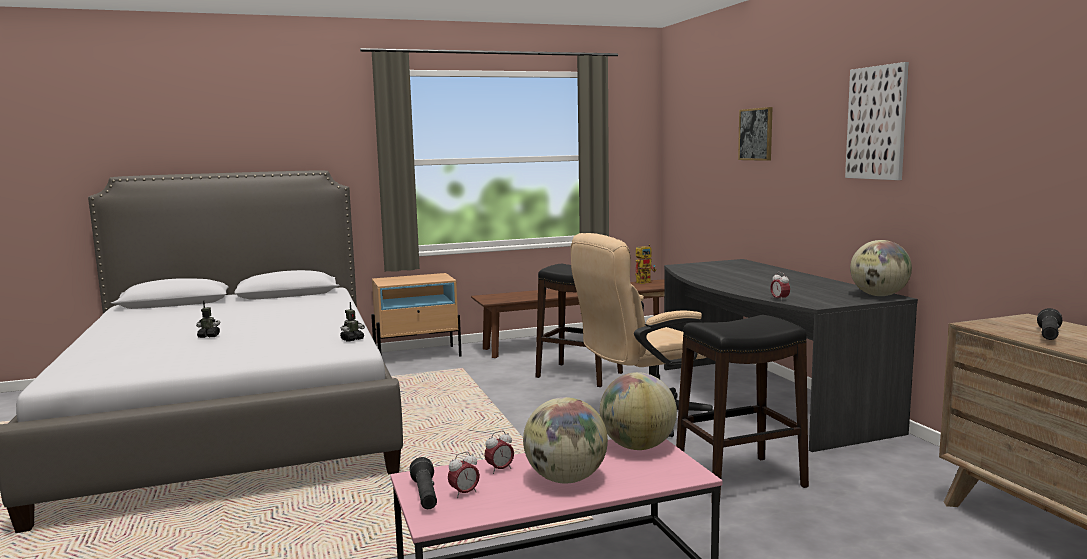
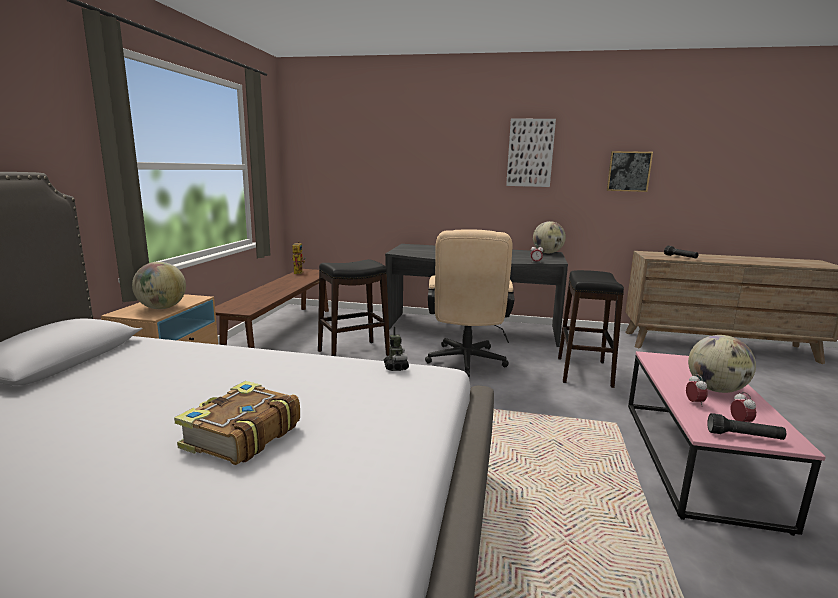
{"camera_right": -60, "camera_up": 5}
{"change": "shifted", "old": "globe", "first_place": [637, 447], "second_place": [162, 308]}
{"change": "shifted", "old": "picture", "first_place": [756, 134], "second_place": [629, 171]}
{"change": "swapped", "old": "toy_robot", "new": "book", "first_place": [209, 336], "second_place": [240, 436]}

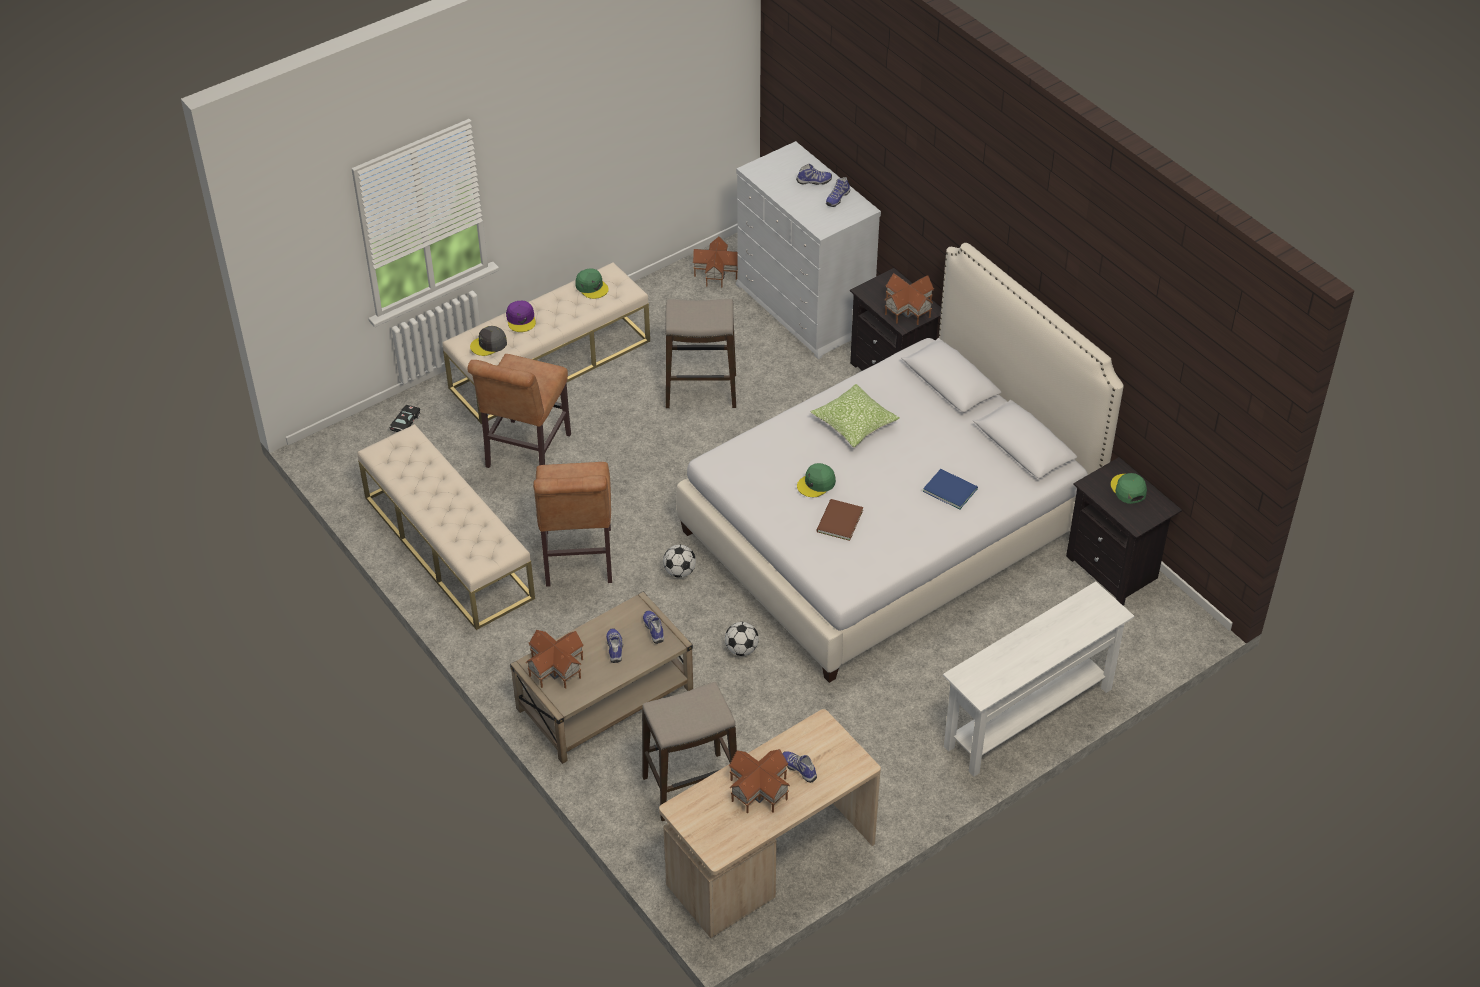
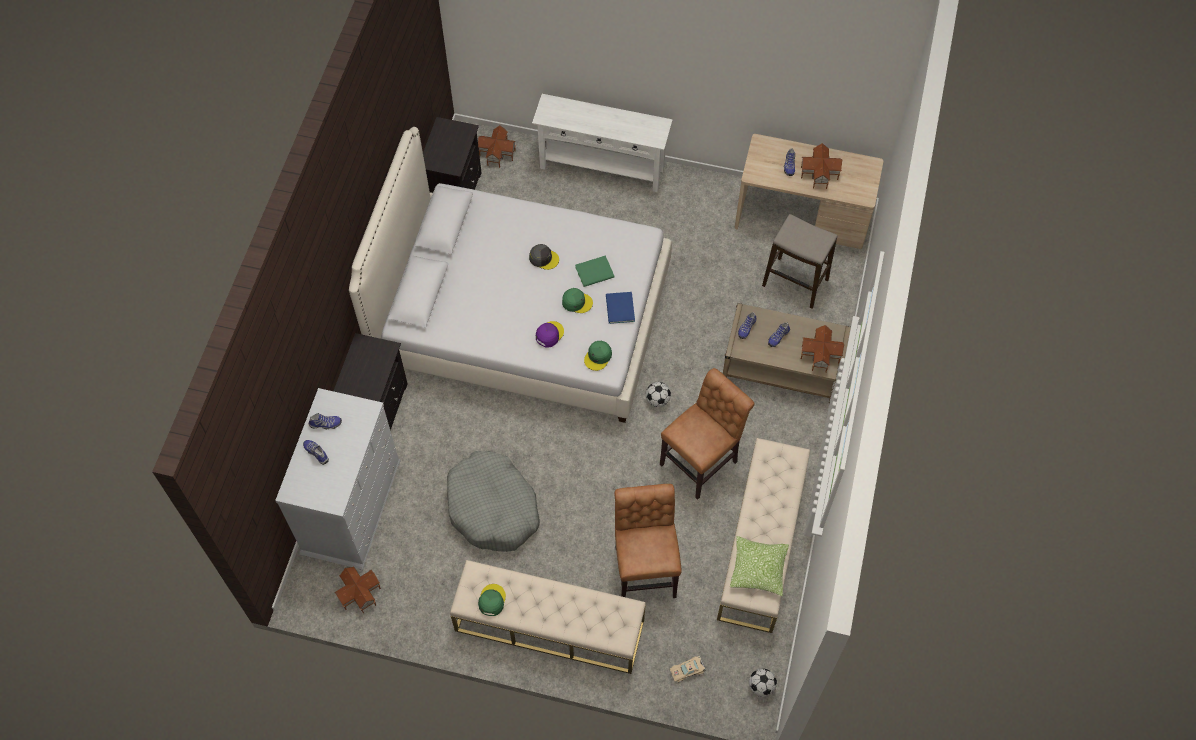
{"camera_right": -130, "camera_up": 15}
{"change": "shifted", "old": "grey_cap", "first_place": [489, 344], "second_place": [543, 258]}
{"change": "shifted", "old": "purple_cap", "first_place": [521, 319], "second_place": [549, 334]}
{"change": "shifted", "old": "football", "first_place": [741, 649], "second_place": [761, 686]}
{"change": "shifted", "old": "pillow", "first_place": [854, 423], "second_place": [758, 569]}
{"change": "shifted", "old": "toy_house", "first_place": [908, 309], "second_place": [498, 152]}
{"change": "shifted", "old": "blue_book", "first_place": [949, 489], "second_place": [619, 309]}
{"change": "shifted", "old": "green_cap", "first_place": [1128, 489], "second_place": [598, 357]}
{"change": "swapped", "old": "stool", "new": "grey_dog_bed", "first_place": [700, 391], "second_place": [493, 508]}
{"change": "repainted", "old": "black_toy_car", "new": "beige_toy_car", "first_place": [405, 424], "second_place": [688, 670]}
{"change": "repainted", "old": "brown_book", "new": "green_book", "first_place": [838, 521], "second_place": [596, 272]}
{"change": "rotated", "old": "brown_chair", "first_place": [525, 454], "second_place": [644, 567], "degrees": -75}

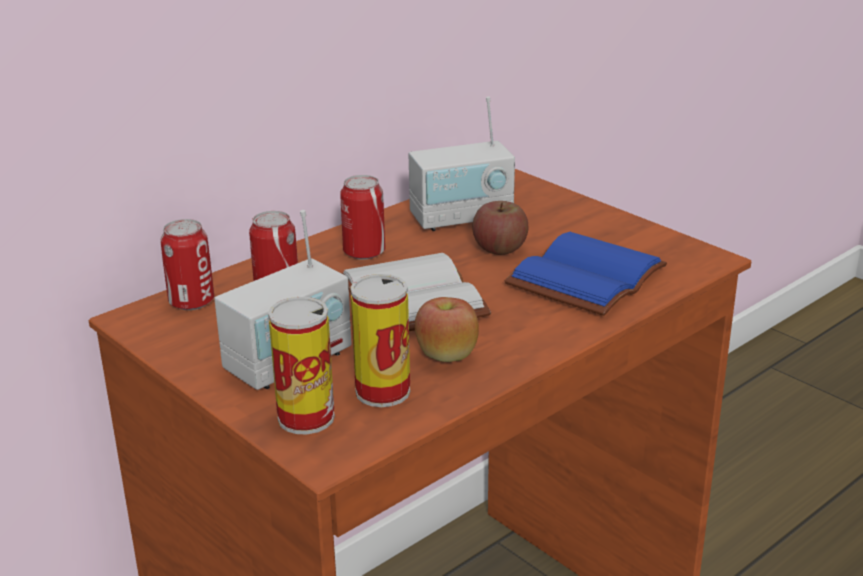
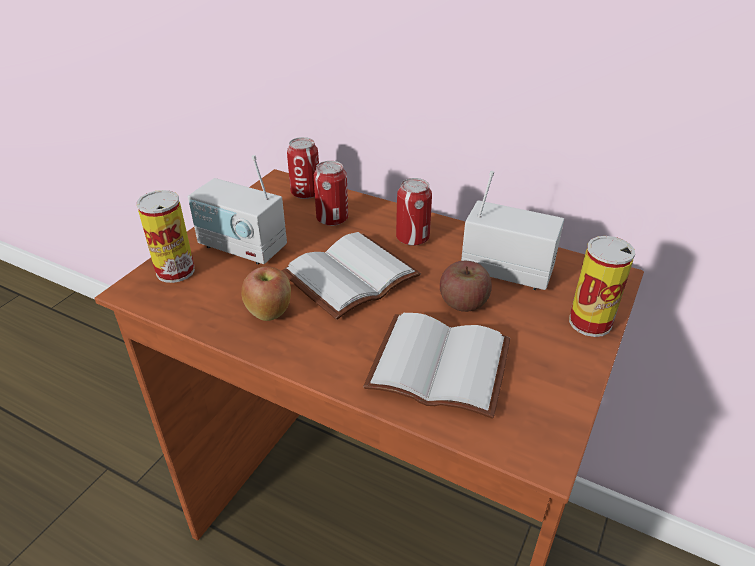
{"camera_right": 70, "camera_up": 10}
{"change": "shifted", "old": "can", "first_place": [382, 391], "second_place": [590, 322]}
{"change": "repainted", "old": "blue_book", "new": "white_book", "first_place": [584, 276], "second_place": [442, 364]}
{"change": "rotated", "old": "radio", "first_place": [462, 218], "second_place": [506, 270], "degrees": 150}

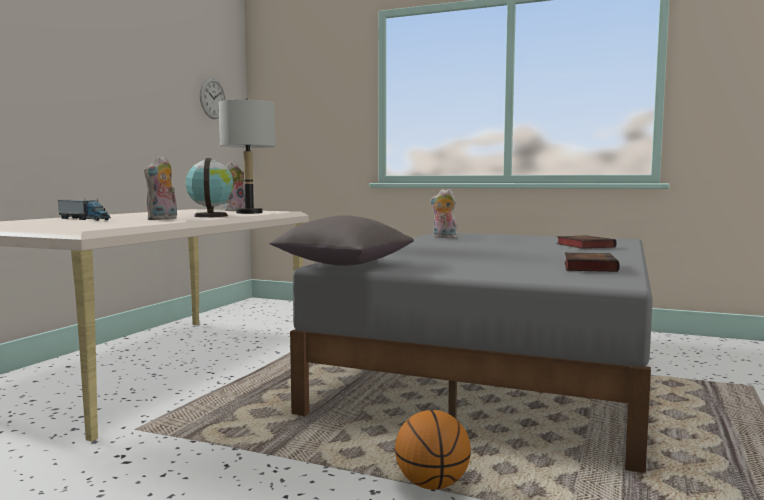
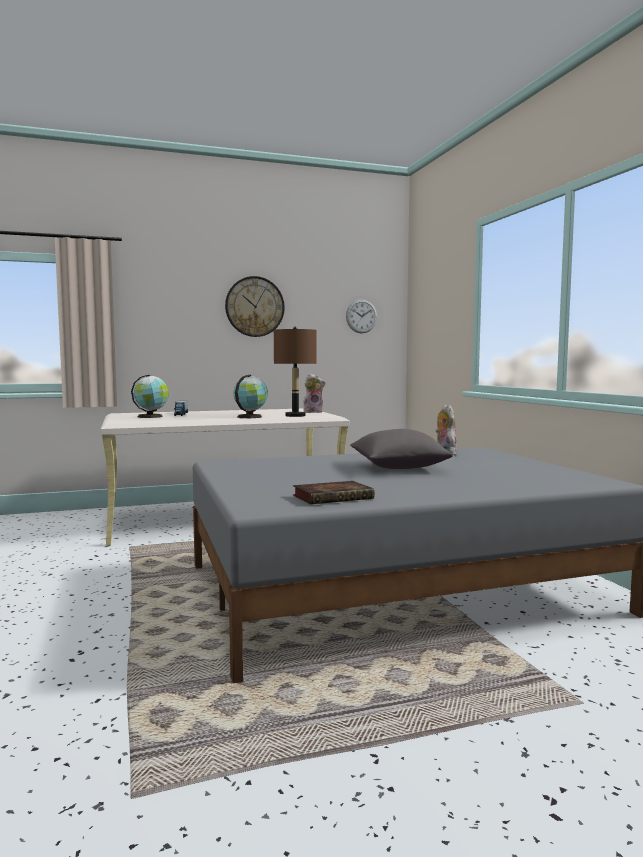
{"camera_right": 50, "camera_up": 0}
{"change": "gone", "old": "plush_toy", "first_place": [163, 219]}
{"change": "gone", "old": "basketball", "first_place": [432, 485]}
{"change": "gone", "old": "book", "first_place": [583, 246]}
{"change": "new", "new": "globe", "second_place": [151, 416]}
{"change": "new", "new": "wall_clock", "second_place": [254, 306]}
{"change": "shifted", "old": "grey_pillow", "first_place": [343, 264], "second_place": [398, 467]}
{"change": "repainted", "old": "grey_table_lamp", "new": "brown_table_lamp", "first_place": [249, 213], "second_place": [295, 416]}

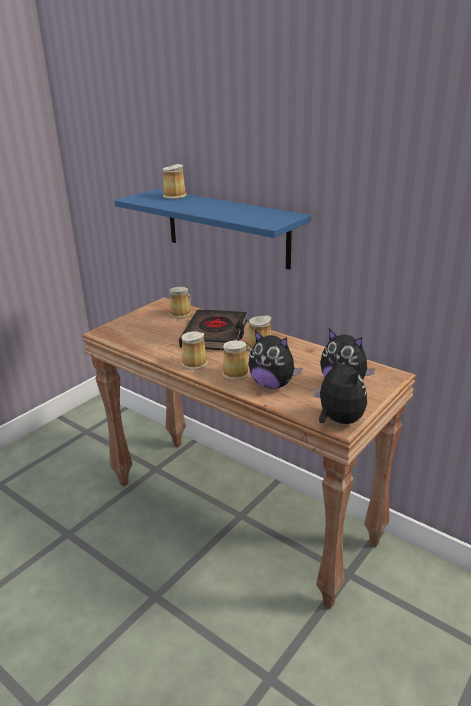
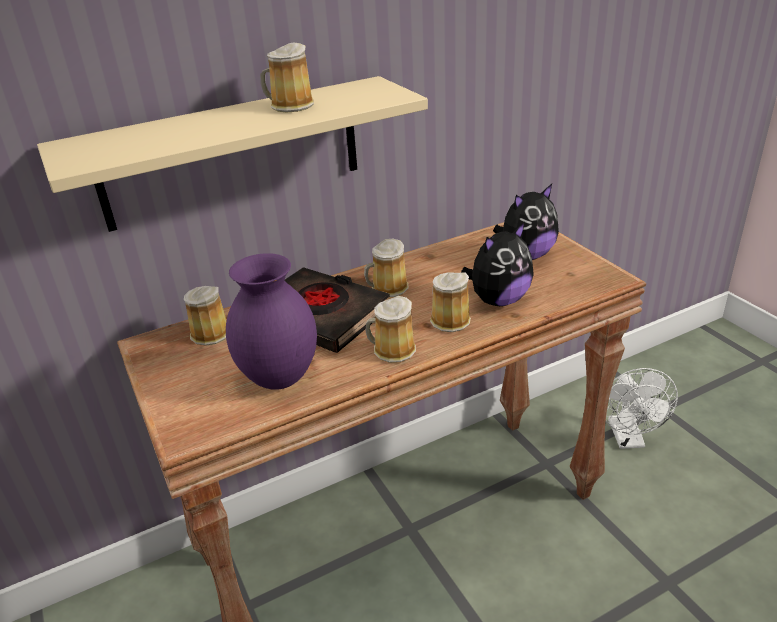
{"camera_right": -65, "camera_up": 5}
{"change": "gone", "old": "plush_toy", "first_place": [338, 420]}
{"change": "new", "new": "purple_vase", "second_place": [281, 377]}
{"change": "new", "new": "white_fan", "second_place": [628, 439]}
{"change": "shifted", "old": "mug", "first_place": [174, 196], "second_place": [289, 106]}
{"change": "repainted", "old": "blue_shelf", "new": "beige_shelf", "first_place": [226, 228], "second_place": [232, 153]}

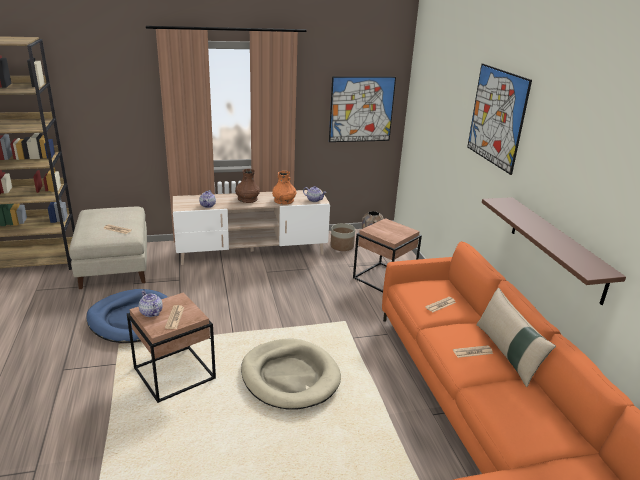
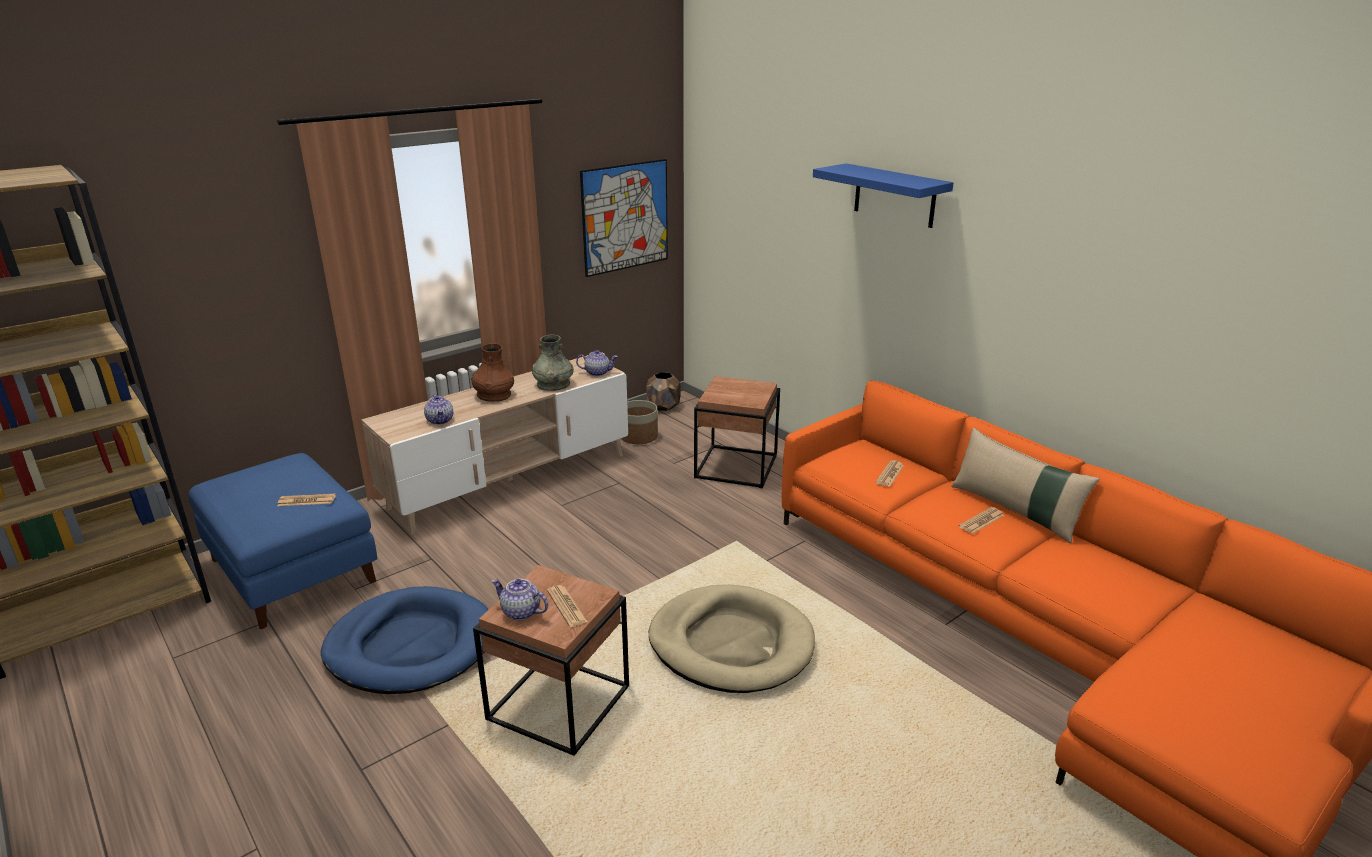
{"camera_right": -25, "camera_up": 0}
{"change": "gone", "old": "brown_shelf", "first_place": [556, 248]}
{"change": "swapped", "old": "picture", "new": "blue_shelf", "first_place": [497, 117], "second_place": [894, 195]}
{"change": "repainted", "old": "beige_ottoman", "new": "blue_ottoman", "first_place": [115, 267], "second_place": [294, 572]}
{"change": "repainted", "old": "orange_vase", "new": "grey_vase", "first_place": [284, 200], "second_place": [553, 384]}

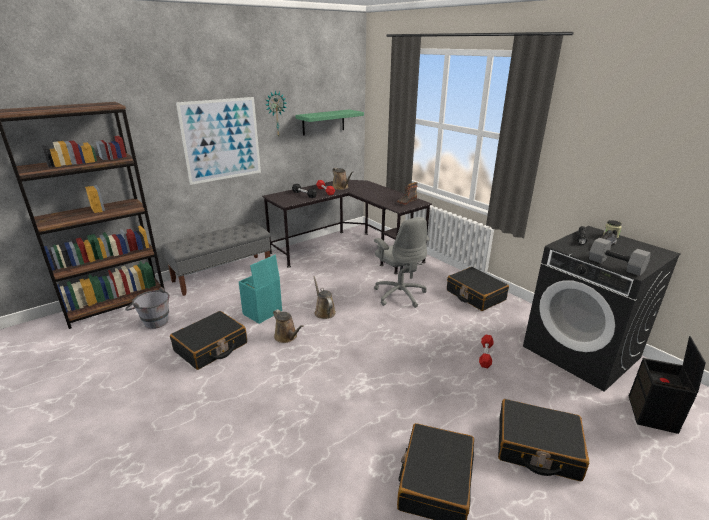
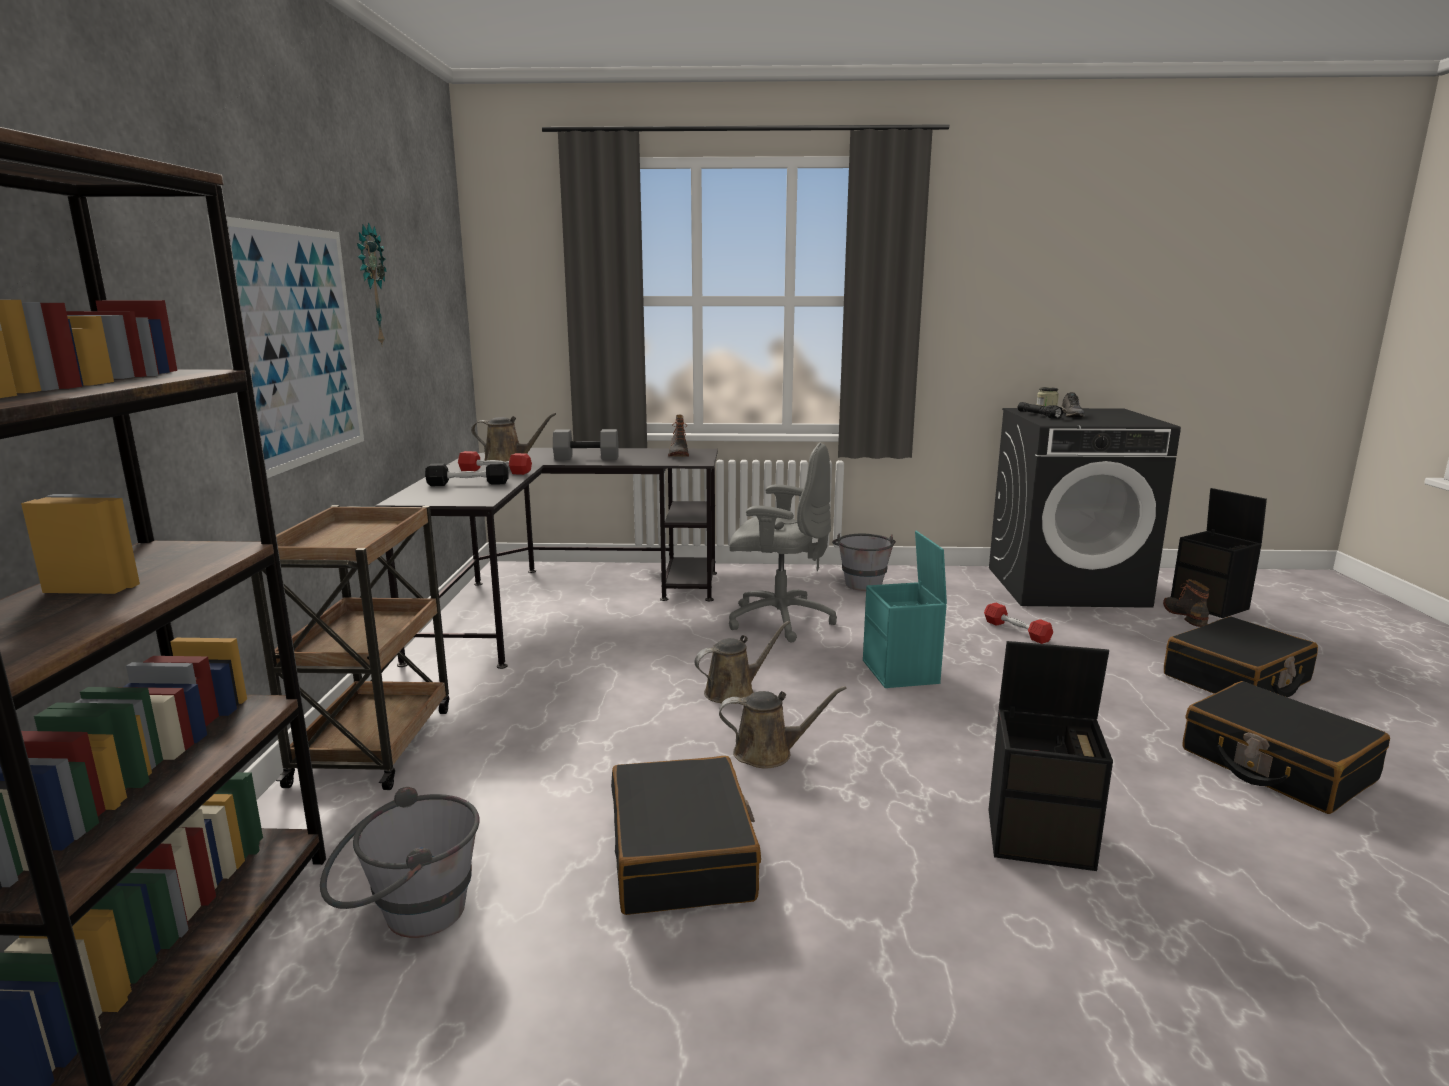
{"camera_right": -50, "camera_up": -10}
{"change": "gone", "old": "green_shelf", "first_place": [323, 122]}
{"change": "new", "new": "black_storage_box", "second_place": [1042, 838]}
{"change": "new", "new": "boot", "second_place": [1185, 615]}
{"change": "shifted", "old": "turquoise_storage_box", "first_place": [262, 313], "second_place": [902, 672]}
{"change": "shifted", "old": "grey_dumbbell", "first_place": [614, 265], "second_place": [586, 458]}
{"change": "swapped", "old": "grey_bench", "new": "brown_cart", "first_place": [223, 274], "second_place": [374, 743]}
{"change": "swapped", "old": "black_suitcase", "new": "grey_bucket", "first_place": [475, 295], "second_place": [862, 582]}
{"change": "rotated", "old": "brown_watering_can", "first_place": [324, 311], "second_place": [734, 691], "degrees": 135}

